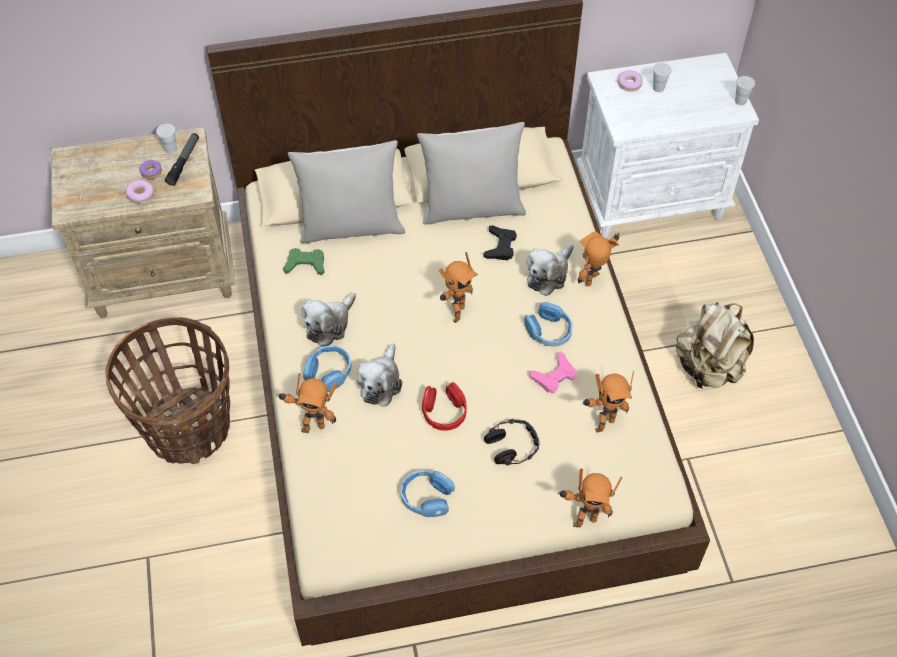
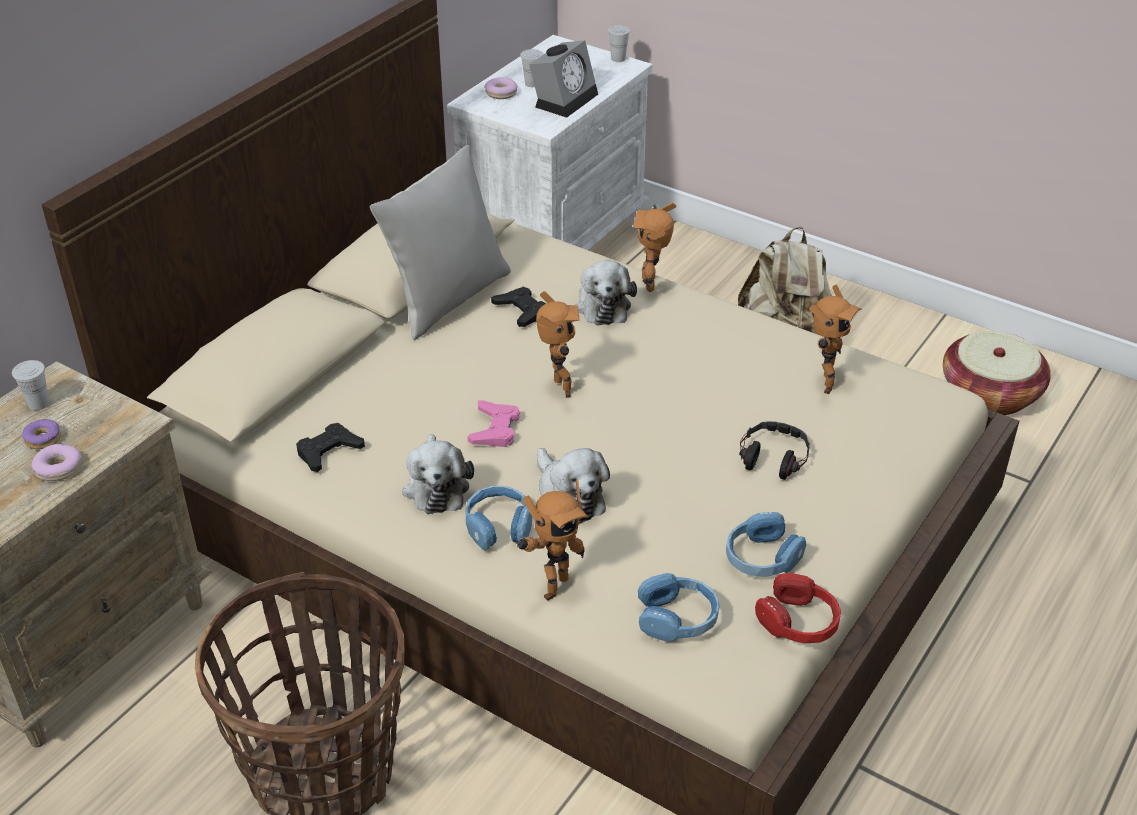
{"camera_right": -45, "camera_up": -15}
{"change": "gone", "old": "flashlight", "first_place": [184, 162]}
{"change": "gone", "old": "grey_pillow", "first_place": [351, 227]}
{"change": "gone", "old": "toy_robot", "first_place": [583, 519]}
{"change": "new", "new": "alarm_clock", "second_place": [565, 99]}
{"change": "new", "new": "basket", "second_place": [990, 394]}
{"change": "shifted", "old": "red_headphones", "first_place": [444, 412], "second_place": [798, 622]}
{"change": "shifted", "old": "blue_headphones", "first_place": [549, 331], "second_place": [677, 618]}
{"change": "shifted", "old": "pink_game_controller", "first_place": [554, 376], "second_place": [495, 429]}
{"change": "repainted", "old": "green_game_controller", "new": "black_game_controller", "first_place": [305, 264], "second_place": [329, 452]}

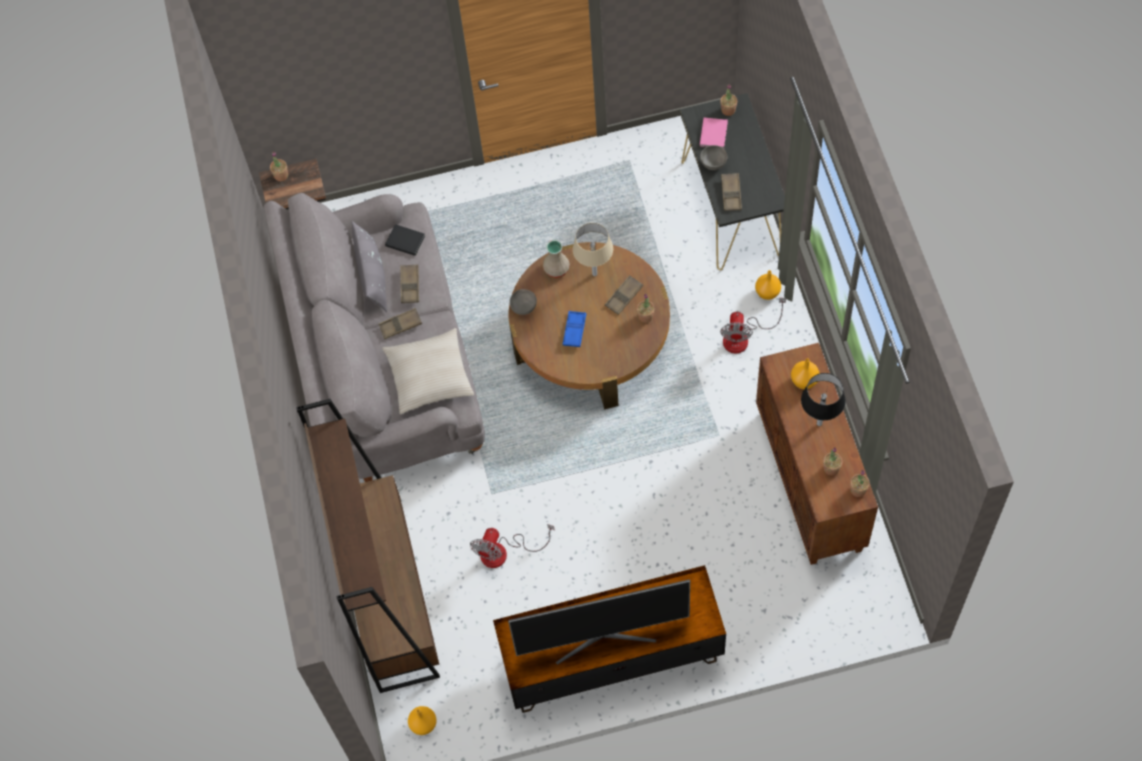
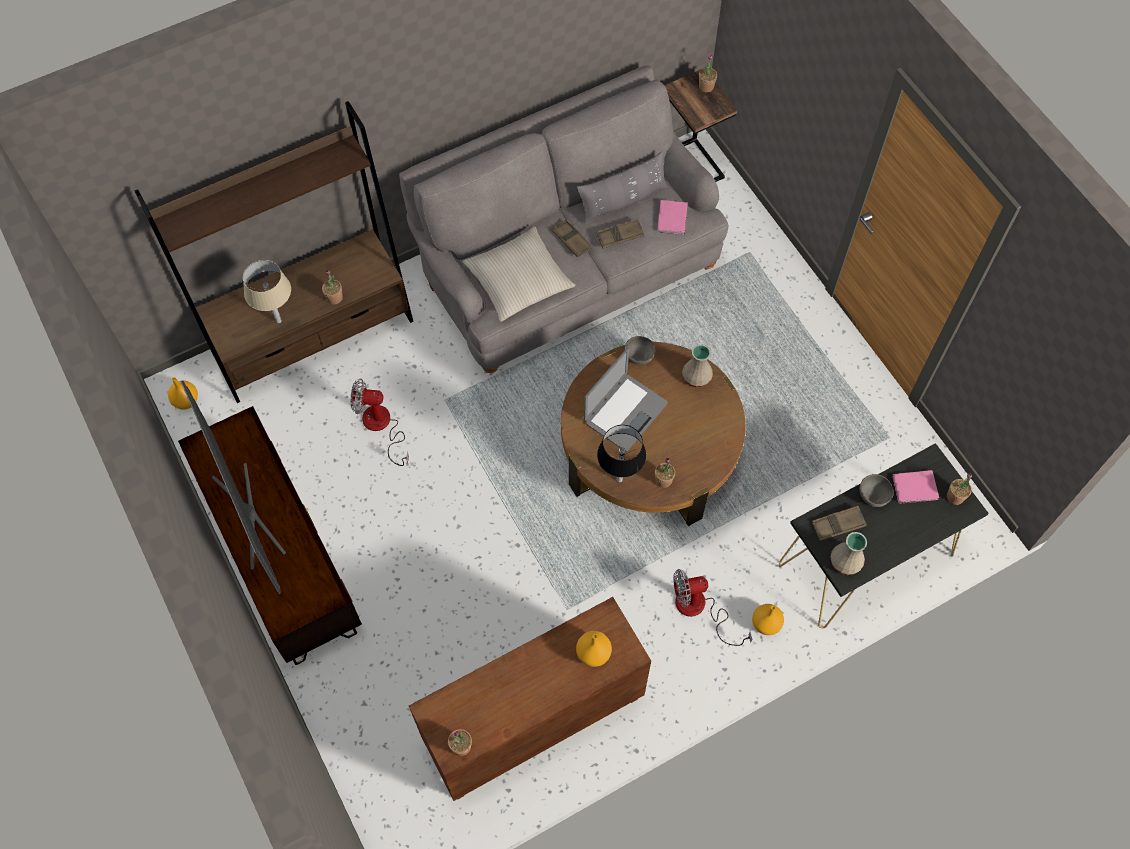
{"camera_right": 70, "camera_up": 0}
{"change": "gone", "old": "brown_tray", "first_place": [624, 296]}
{"change": "new", "new": "beige_vase", "second_place": [846, 562]}
{"change": "shifted", "old": "beige_table_lamp", "first_place": [594, 274], "second_place": [278, 321]}
{"change": "shifted", "old": "black_table_lamp", "first_place": [819, 423], "second_place": [619, 479]}
{"change": "shifted", "old": "potted_plant", "first_place": [831, 468], "second_place": [334, 298]}
{"change": "swapped", "old": "blue_tray", "new": "laptop", "first_place": [574, 330], "second_place": [625, 412]}
{"change": "repainted", "old": "black_book", "new": "pink_book", "first_place": [404, 240], "second_place": [673, 217]}

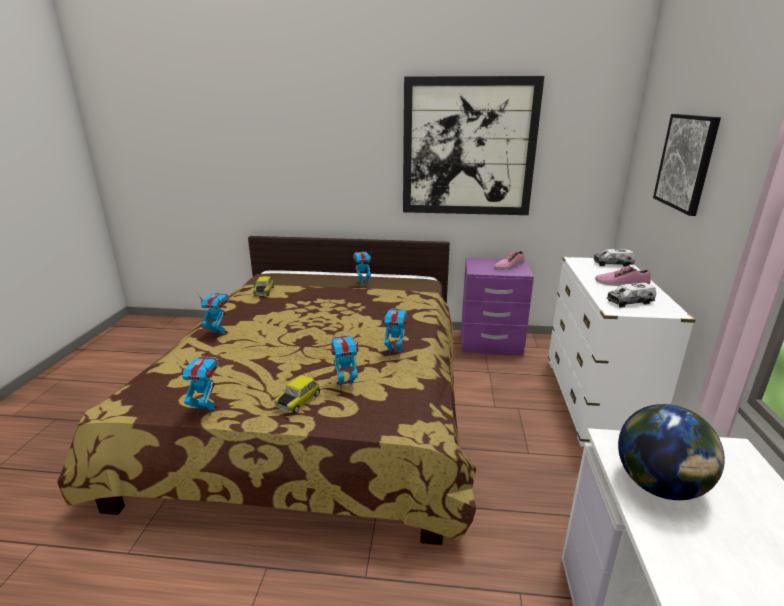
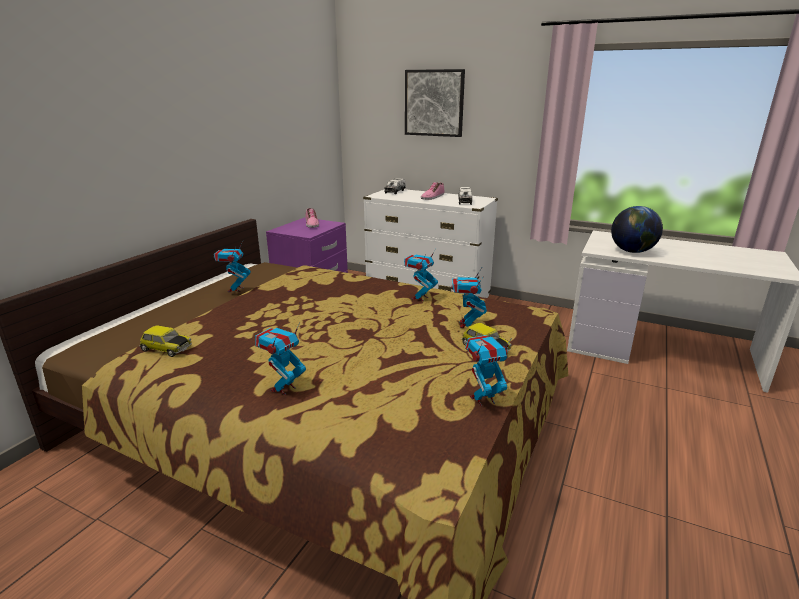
{"camera_right": -70, "camera_up": 0}
{"change": "gone", "old": "picture", "first_place": [468, 148]}
{"change": "rotated", "old": "toy_robot", "first_place": [207, 410], "second_place": [483, 399], "degrees": 45}

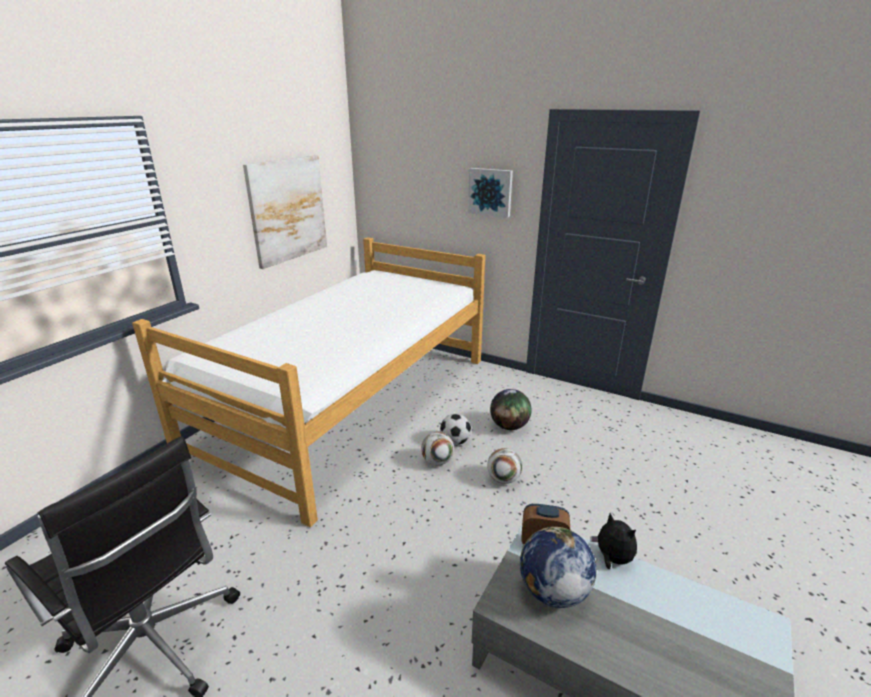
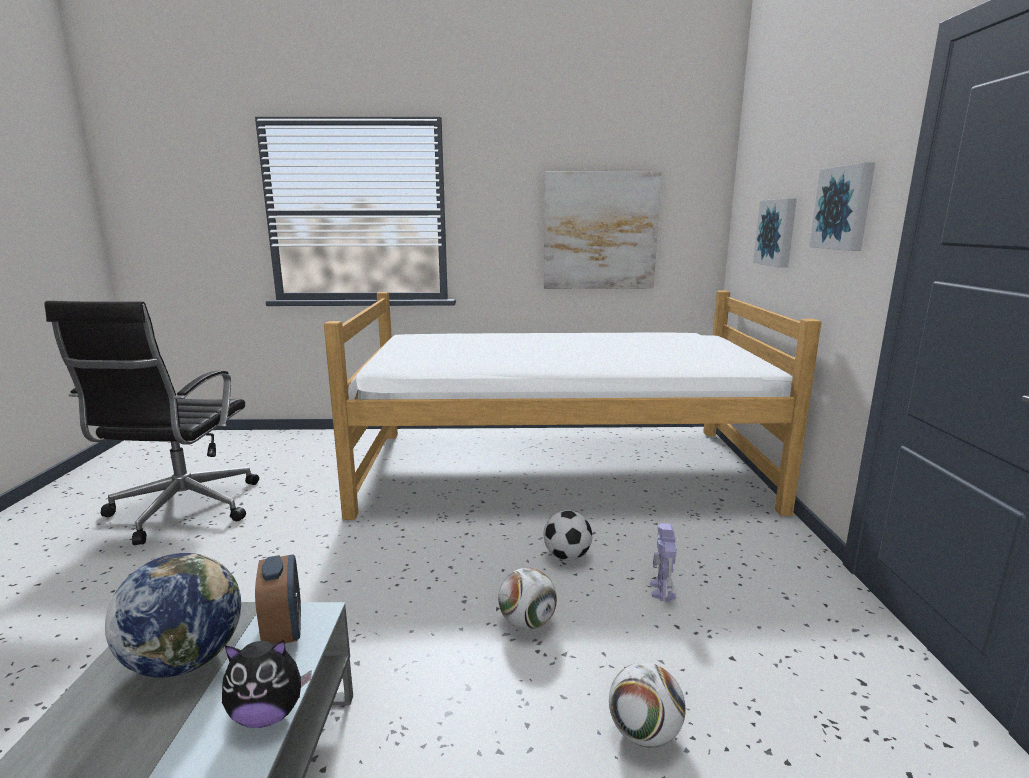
{"camera_right": 60, "camera_up": -10}
{"change": "new", "new": "picture", "second_place": [777, 232]}
{"change": "shifted", "old": "football", "first_place": [437, 461], "second_place": [644, 733]}
{"change": "swapped", "old": "globe", "new": "toy_robot", "first_place": [509, 426], "second_place": [662, 591]}
{"change": "rotated", "old": "plush_toy", "first_place": [612, 559], "second_place": [268, 714], "degrees": 60}

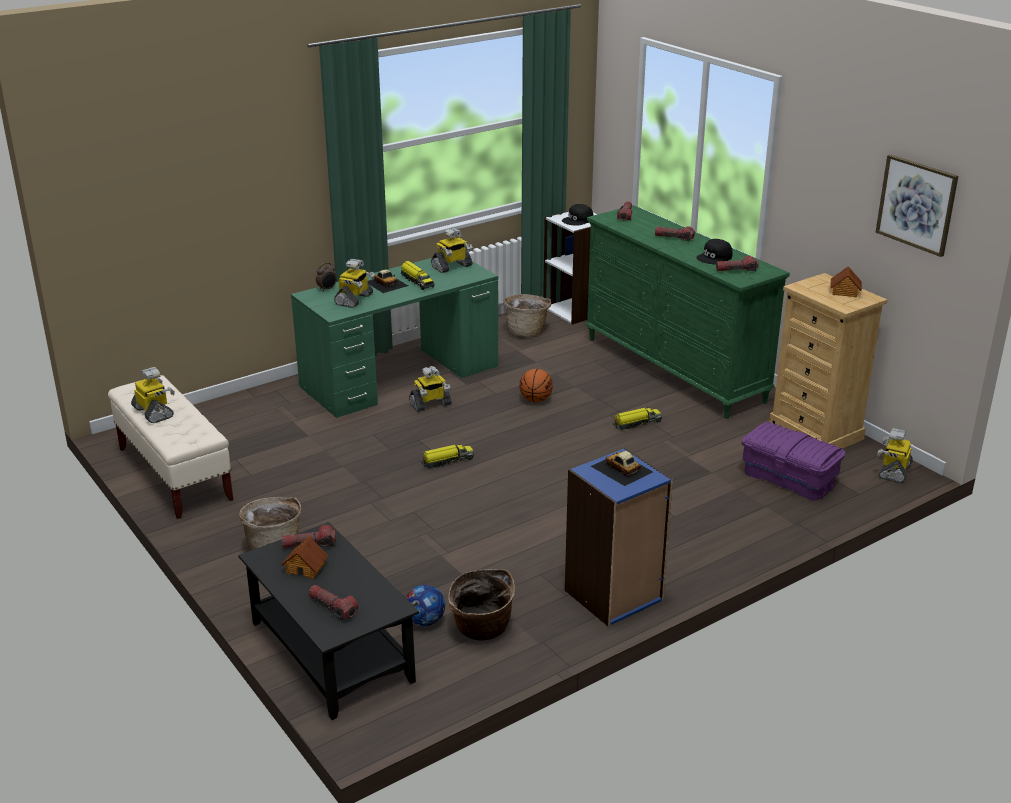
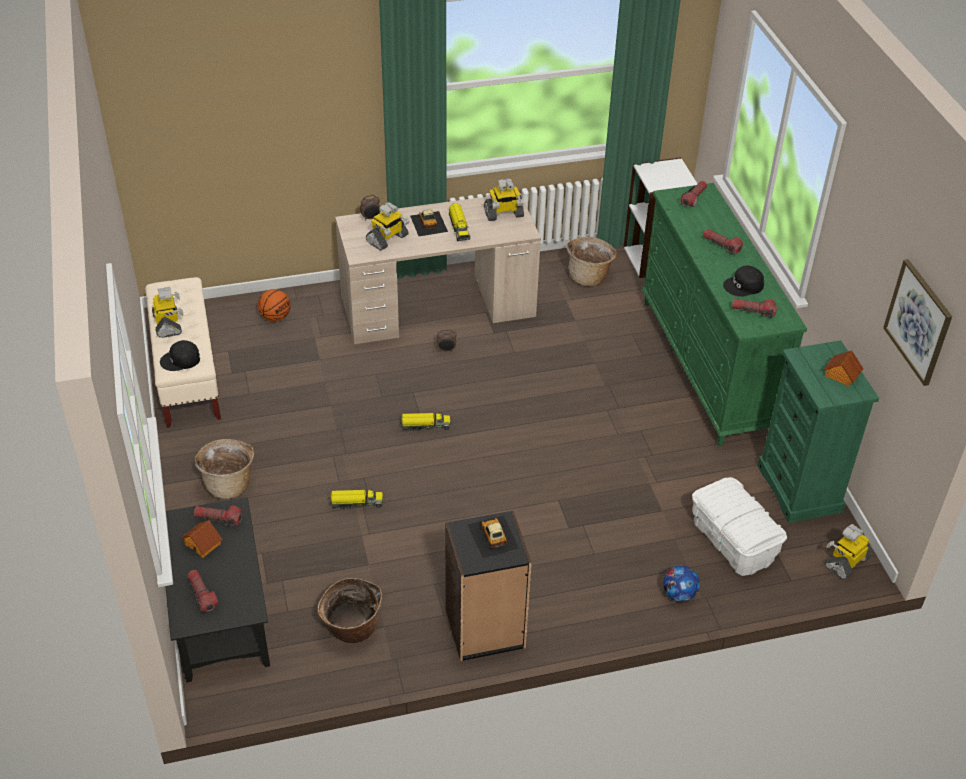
{"camera_right": 20, "camera_up": 15}
{"change": "shifted", "old": "football", "first_place": [425, 621], "second_place": [679, 594]}
{"change": "shifted", "old": "basketball", "first_place": [535, 400], "second_place": [275, 317]}
{"change": "shifted", "old": "black_cap", "first_place": [578, 220], "second_place": [181, 360]}
{"change": "shifted", "old": "toy_truck", "first_place": [636, 423], "second_place": [356, 503]}
{"change": "swapped", "old": "toy_robot", "new": "alarm_clock", "first_place": [430, 404], "second_place": [446, 350]}
{"change": "repainted", "old": "green_desk", "new": "beige_desk", "first_place": [401, 376], "second_place": [438, 306]}
{"change": "repainted", "old": "blue_bookcase", "new": "black_bookcase", "first_place": [614, 596], "second_place": [485, 629]}
{"change": "repainted", "old": "purple_storage_box", "new": "white_storage_box", "first_place": [789, 478], "second_place": [733, 540]}
{"change": "repainted", "old": "beige_dresser", "new": "green_dresser", "first_place": [816, 432], "second_place": [799, 489]}

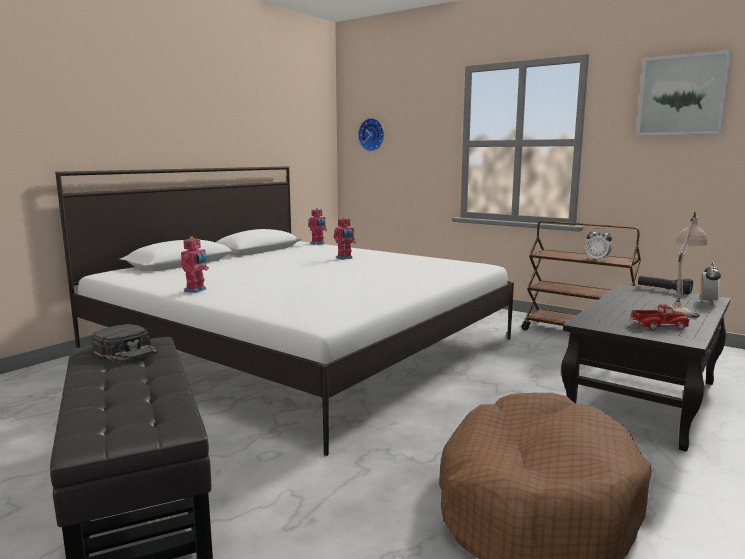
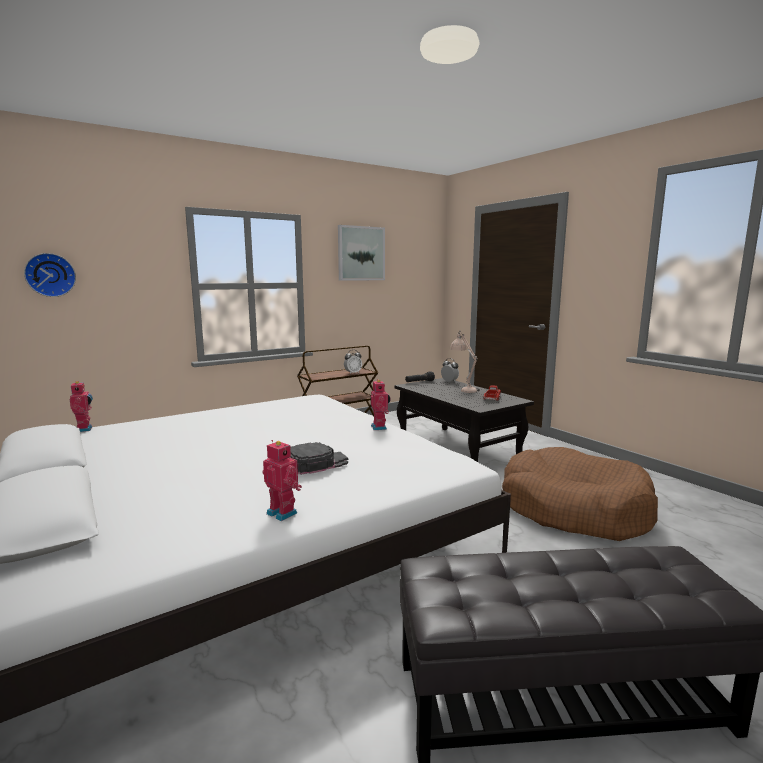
{"camera_right": -70, "camera_up": 0}
{"change": "shifted", "old": "black_cap", "first_place": [126, 350], "second_place": [317, 463]}
{"change": "shifted", "old": "toy_robot", "first_place": [345, 258], "second_place": [380, 427]}

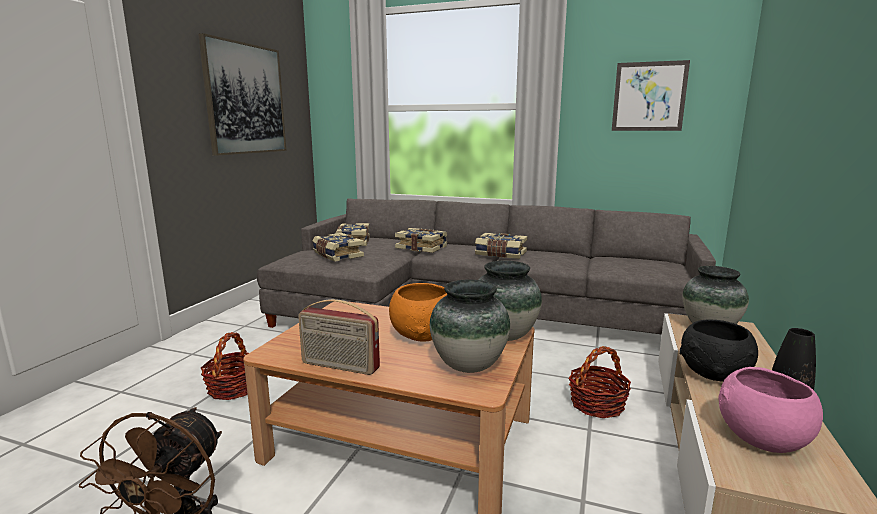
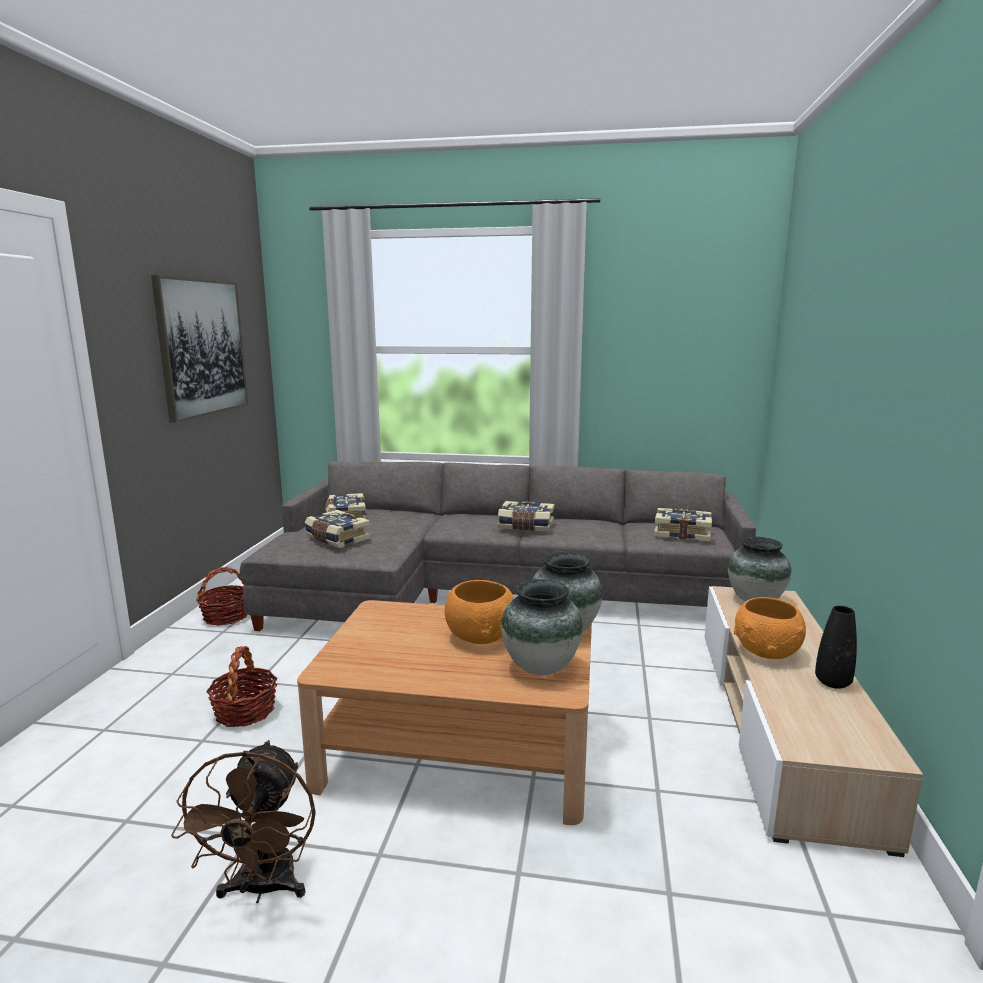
{"camera_right": -10, "camera_up": 0}
{"change": "gone", "old": "radio", "first_place": [339, 366]}
{"change": "gone", "old": "picture", "first_place": [649, 96]}
{"change": "gone", "old": "pink_bowl", "first_place": [759, 437]}
{"change": "shifted", "old": "book", "first_place": [422, 247], "second_place": [682, 533]}
{"change": "shifted", "old": "basket", "first_place": [597, 404], "second_place": [226, 616]}
{"change": "repainted", "old": "black_bowl", "new": "orange_bowl", "first_place": [715, 375], "second_place": [767, 652]}

